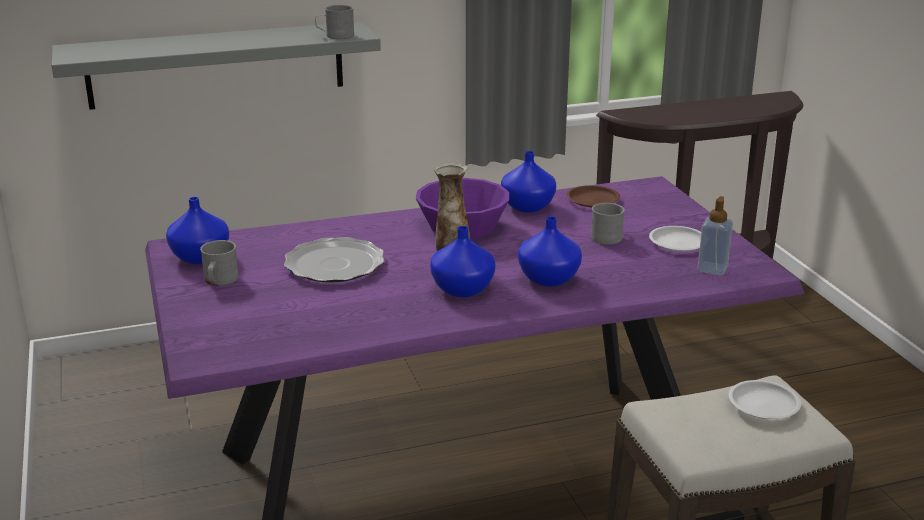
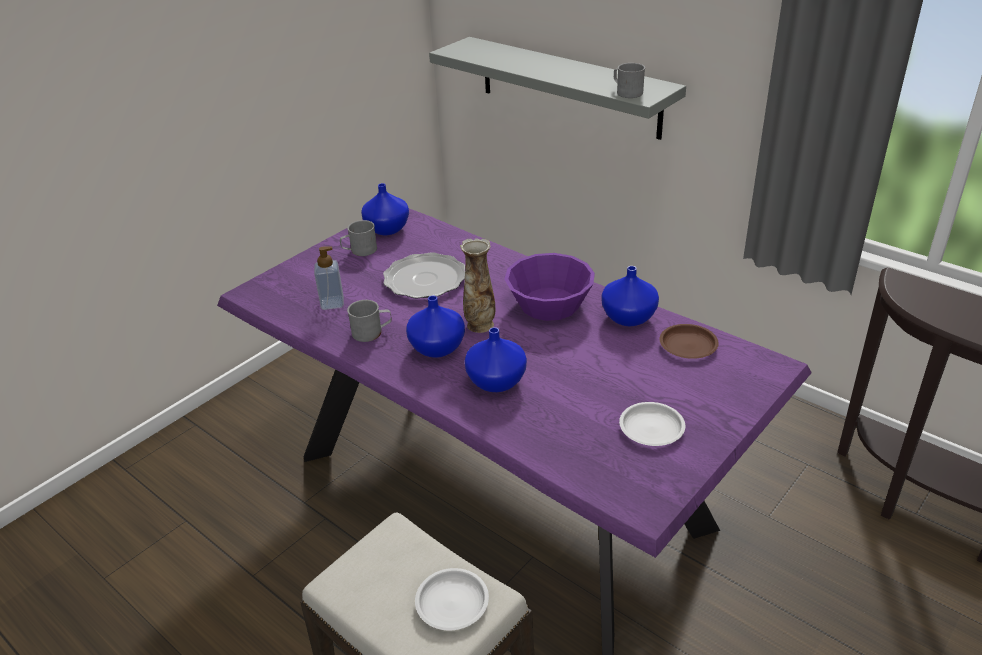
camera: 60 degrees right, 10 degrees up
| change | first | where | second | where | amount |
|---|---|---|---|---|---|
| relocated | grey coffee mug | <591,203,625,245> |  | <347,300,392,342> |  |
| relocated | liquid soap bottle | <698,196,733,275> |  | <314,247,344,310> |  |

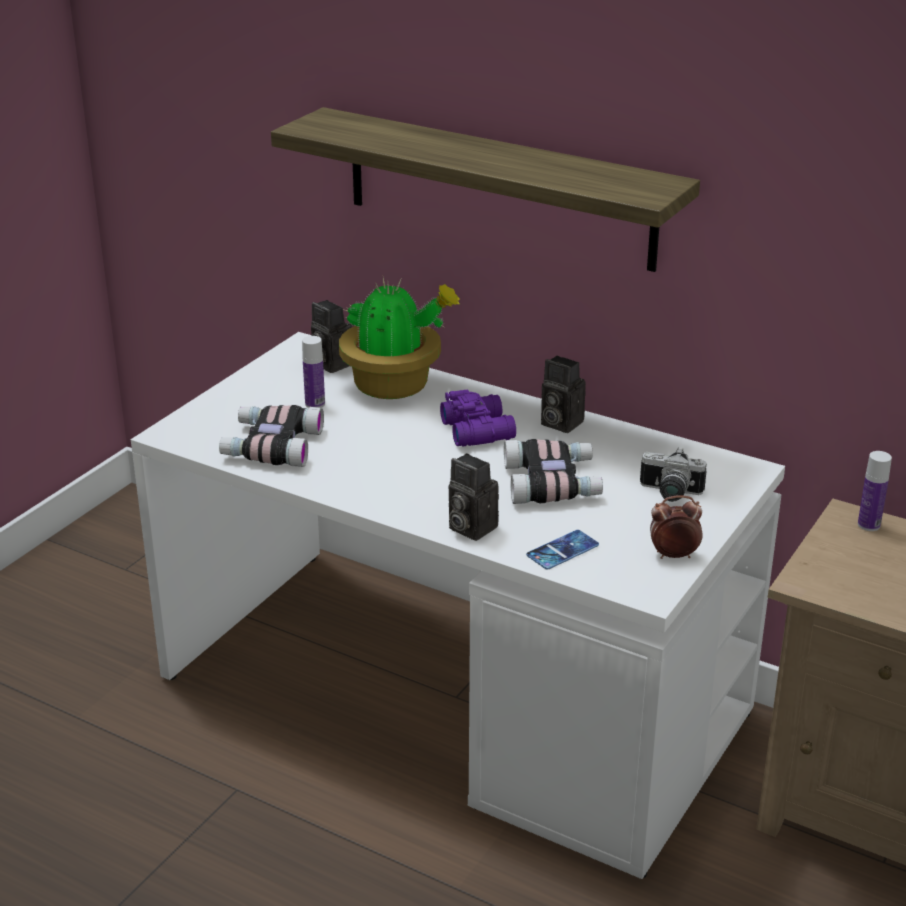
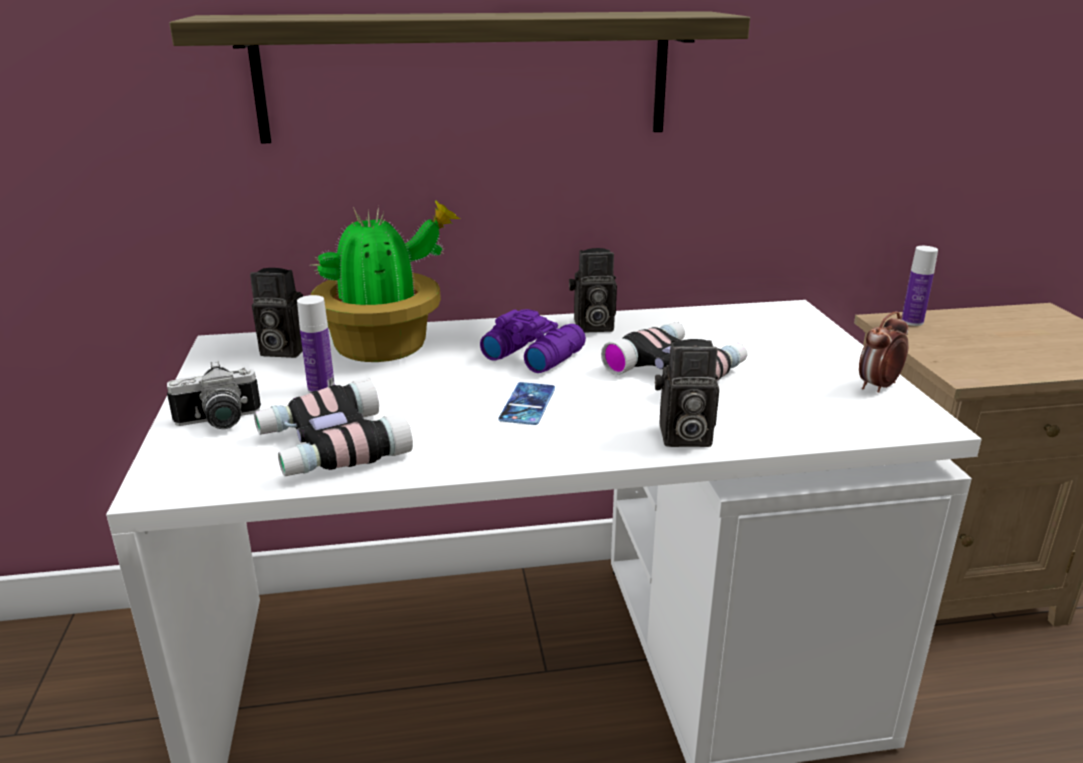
camera: 40 degrees left, 5 degrees down
| change | first | where | second | where | amount |
|---|---|---|---|---|---|
| relocated | handset | <526,530,599,570> |  | <499,382,555,425> |  |
| relocated | photo camera | <640,448,707,502> |  | <167,361,261,429> |  |

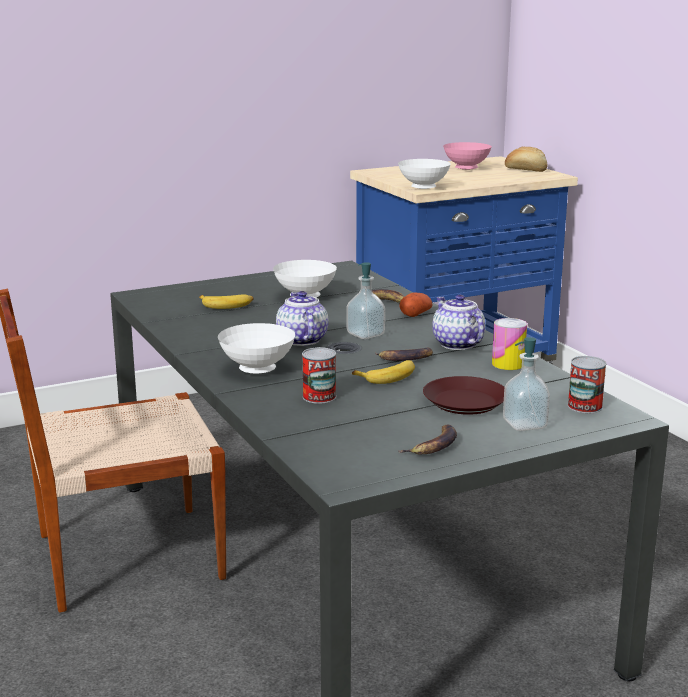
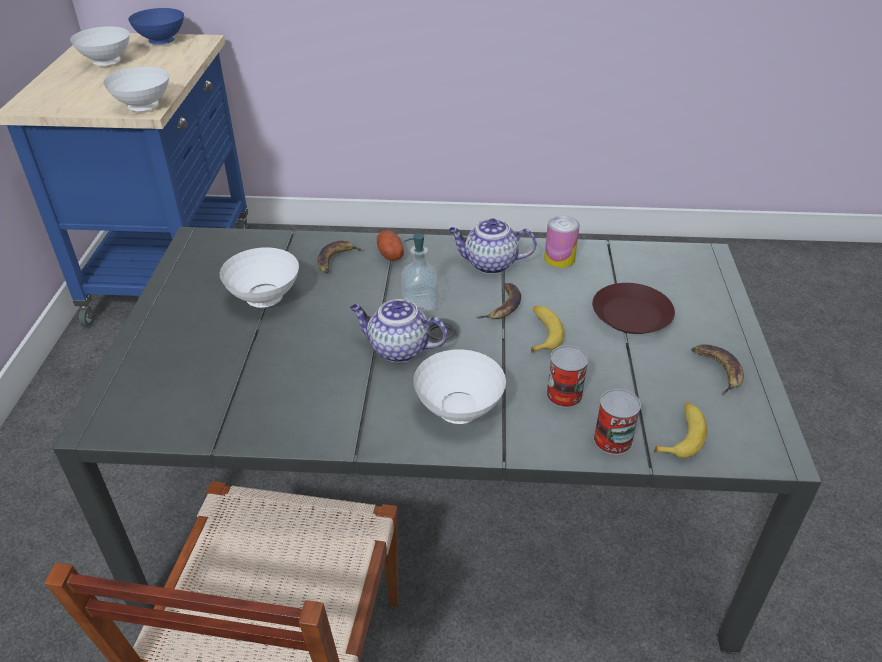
camera: 60 degrees left, 20 degrees up
| change | first | where | second | where | amount |
|---|---|---|---|---|---|
| missing | liquid soap bottle | <503,337,550,431> |  |  |  |
| relocated | banana | <199,294,254,309> |  | <654,403,707,458> |  |
| relocated | sealed can | <568,356,607,413> |  | <593,389,641,455> |  |
| exchanged | bakery bread | <505,147,548,172> | blue deep dish | <128,8,184,45> |  |
| colour | pinkish deep dish | <443,142,492,170> | white-coloured deep dish | <70,26,130,66> |  |

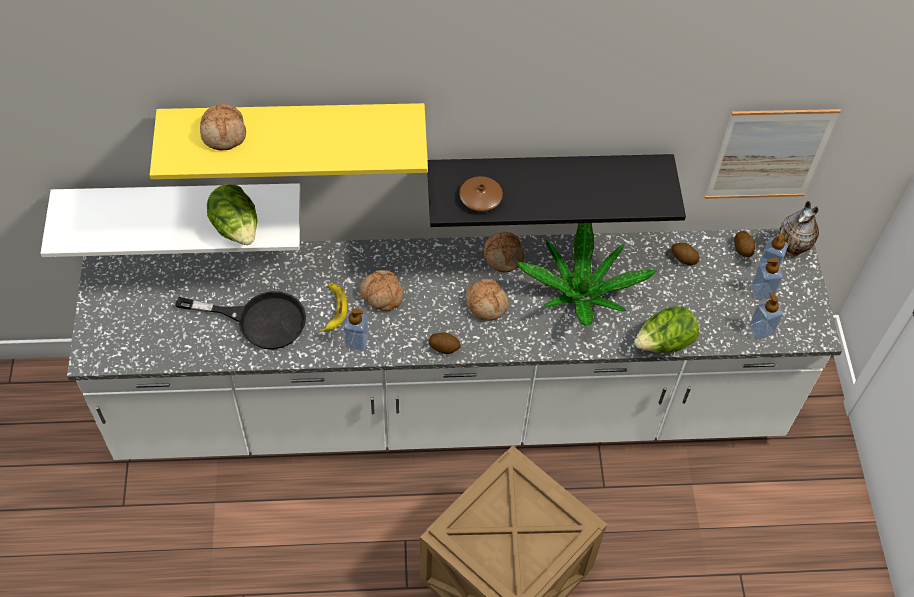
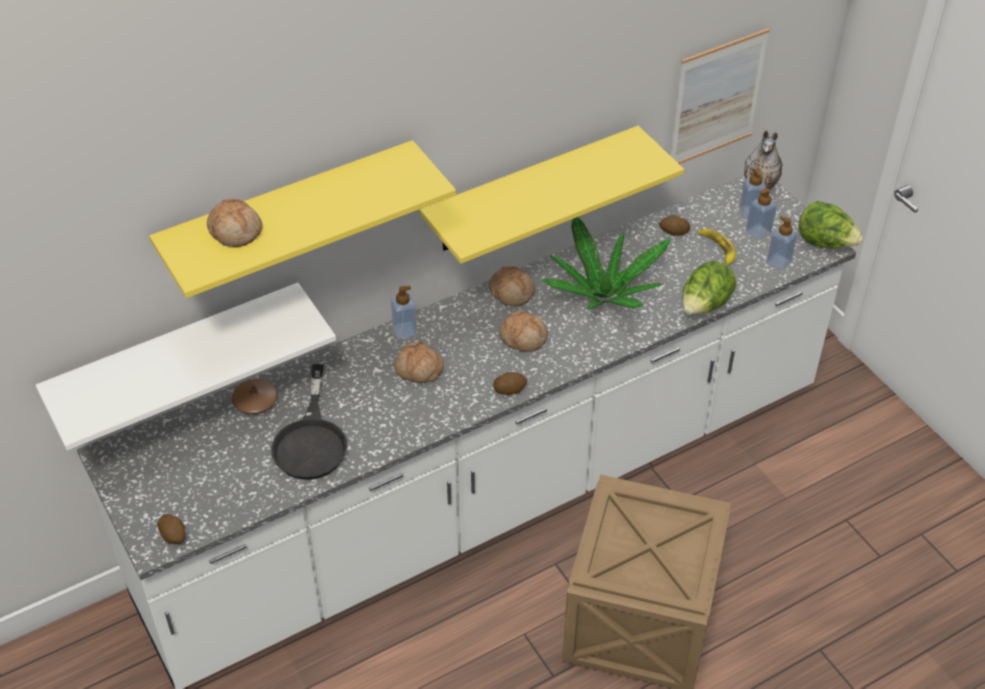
camera: 25 degrees left, 10 degrees down
| change | first | where | second | where | amount |
|---|---|---|---|---|---|
| relocated | head of lettuce | <207,184,257,245> |  | <799,201,863,249> |  |
| relocated | banana | <320,283,347,332> |  | <698,229,736,265> |  |
| relocated | liquid soap bottle | <344,308,369,351> |  | <391,286,417,339> |  |
| relocated | brown-coloured vase | <459,176,503,212> |  | <232,379,277,415> |  |
| relocated | spud | <734,231,755,257> |  | <157,514,186,544> |  |
| colour | black shelf | <427,154,686,227> | yellow-coloured shelf | <419,126,684,264> |  |
| spun | black frying pan | <175,291,306,349> |  | <271,364,348,480> | 105 degrees clockwise |

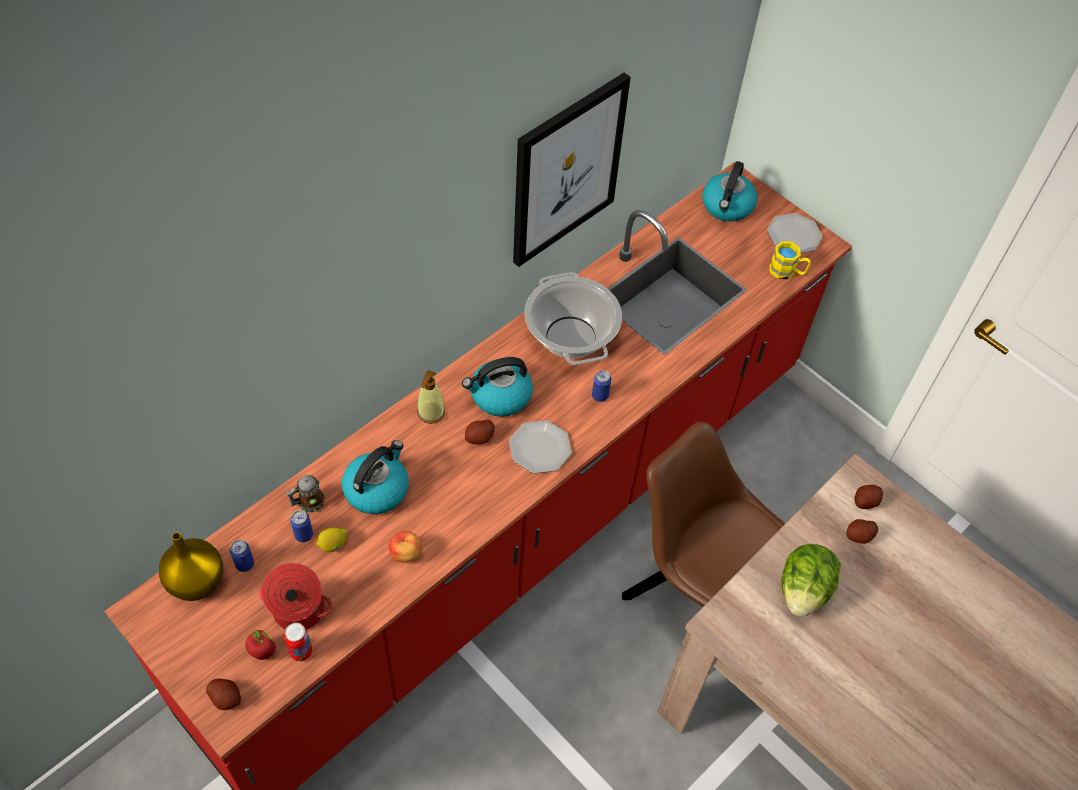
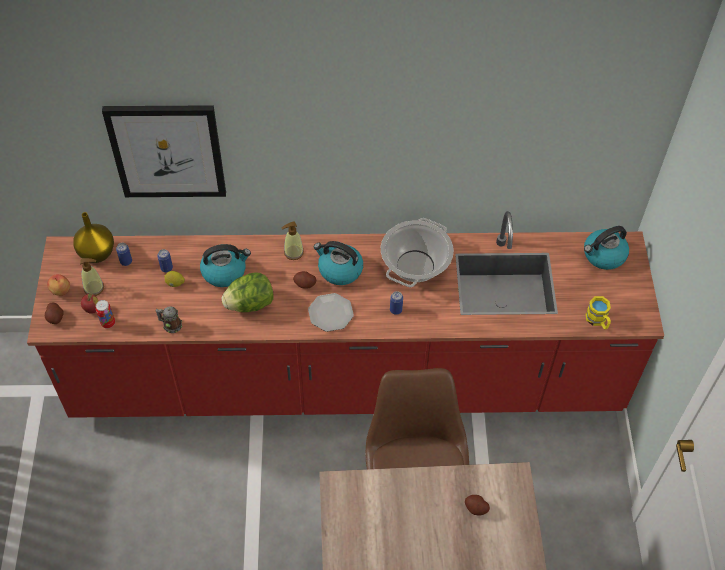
camera: 45 degrees right, 0 degrees up
| change | first | where | second | where | amount |
|---|---|---|---|---|---|
| missing | cooking pot | <260,563,332,629> |  |  |  |
| missing | flat dish | <767,213,823,253> |  |  |  |
| missing | spud | <855,485,883,509> |  |  |  |
| appeared |  |  | liquid soap bottle | <80,258,104,296> |  |
| relocated | coffee mug | <286,475,325,513> |  | <155,306,182,333> |  |
| relocated | apple fruit | <389,531,422,562> |  | <47,274,70,296> |  |
| relocated | wall picture | <513,73,631,267> |  | <102,105,226,197> |  |
| relocated | head of lettuce | <781,544,841,617> |  | <221,272,273,312> |  |

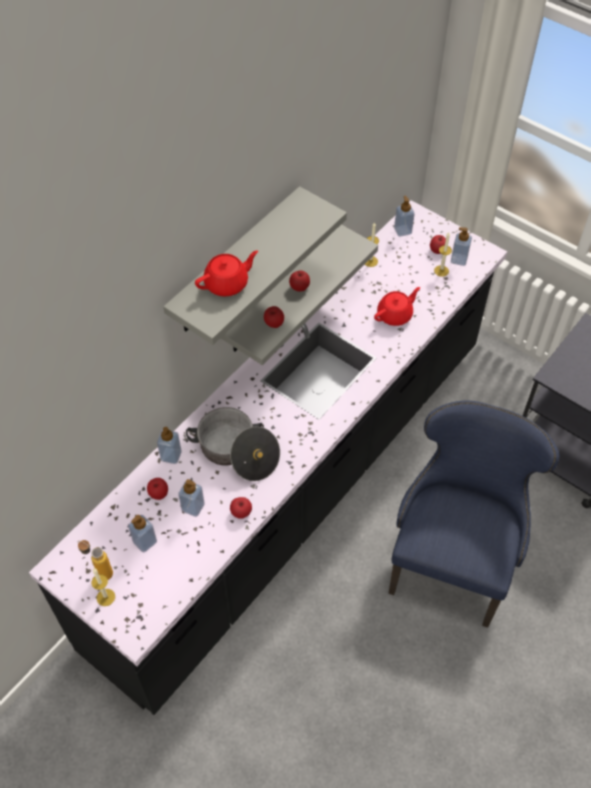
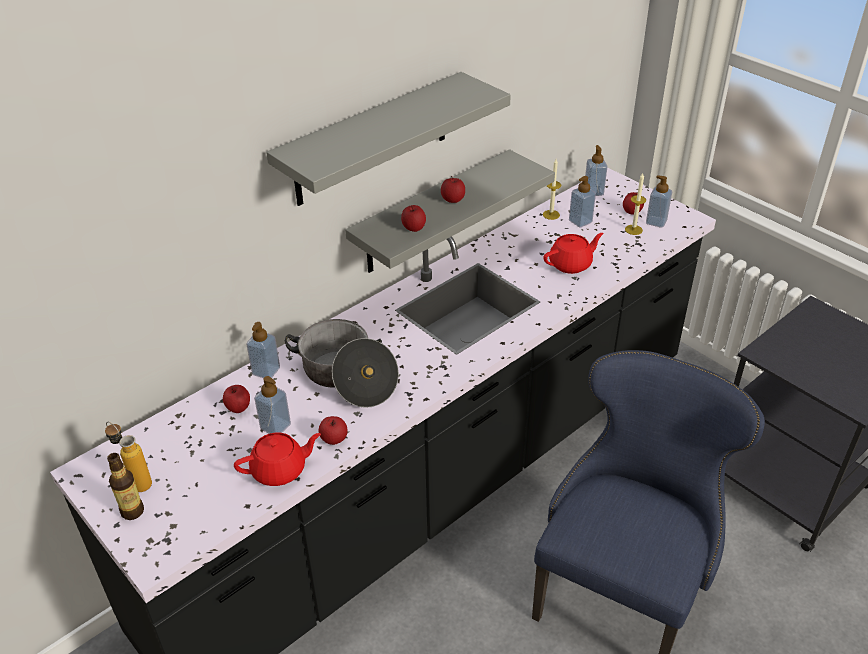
camera: 10 degrees right, 15 degrees down
| change | first | where | second | where | amount |
|---|---|---|---|---|---|
| relocated | liquid soap bottle | <128,515,157,552> |  | <569,176,596,227> |  |
| relocated | red-coloured pot for tea | <195,250,258,297> |  | <234,432,321,486> |  |
| exchanged | wax candle | <91,568,115,606> | beverage bottle | <107,453,144,520> |  |

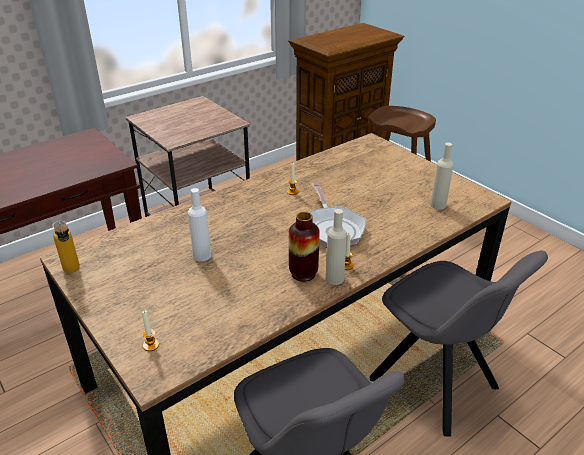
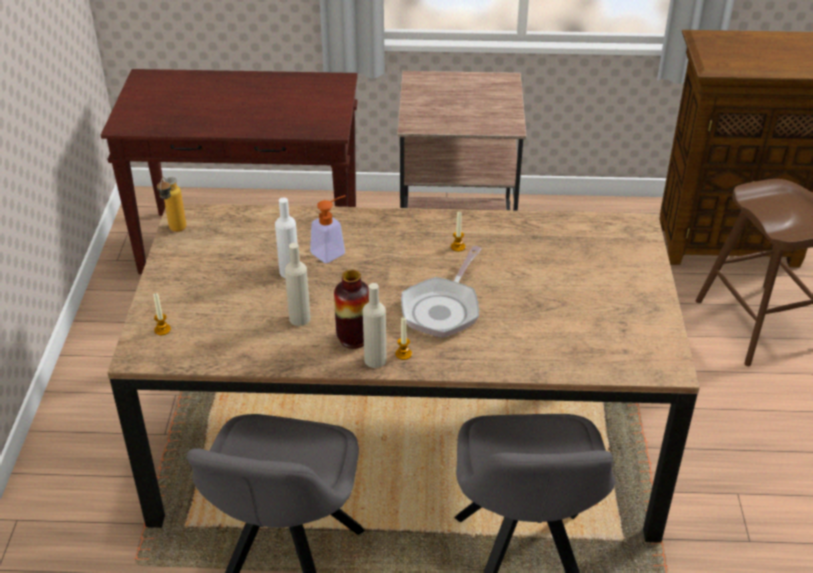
camera: 40 degrees right, 5 degrees up
| change | first | where | second | where | amount |
|---|---|---|---|---|---|
| appeared |  |  | liquid soap bottle | <310,195,346,263> |  |
| relocated | sand-coloured beverage bottle | <430,143,454,210> |  | <285,243,310,326> |  |

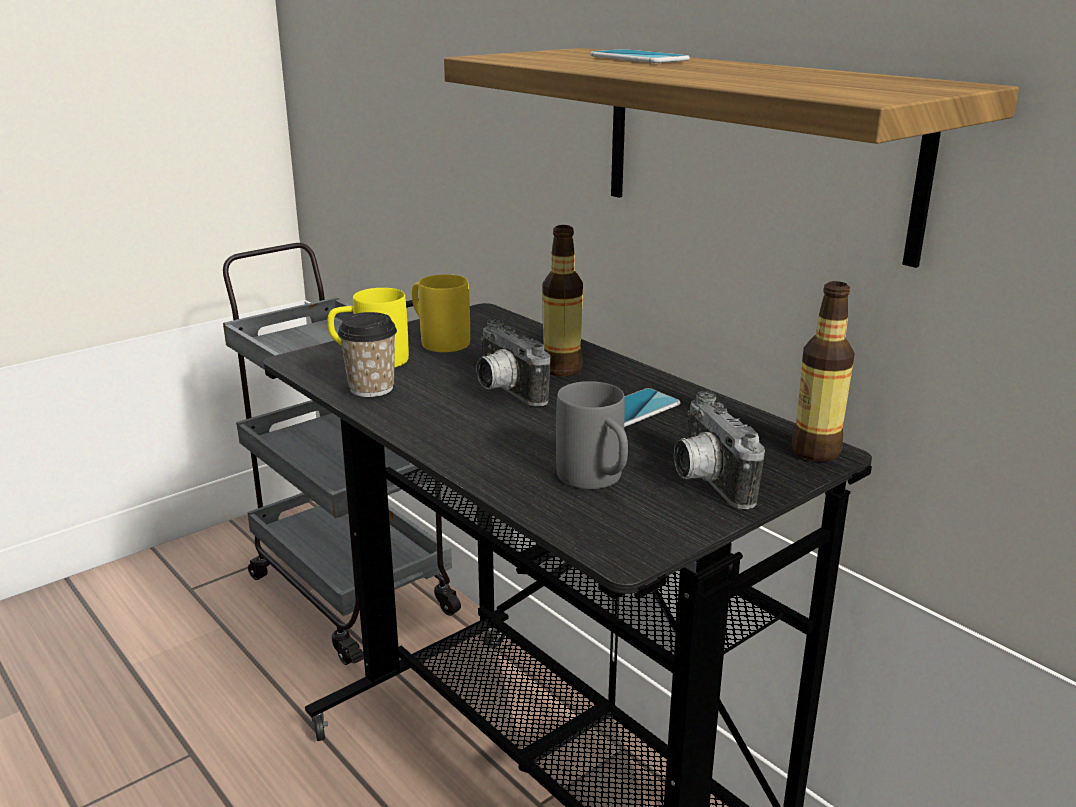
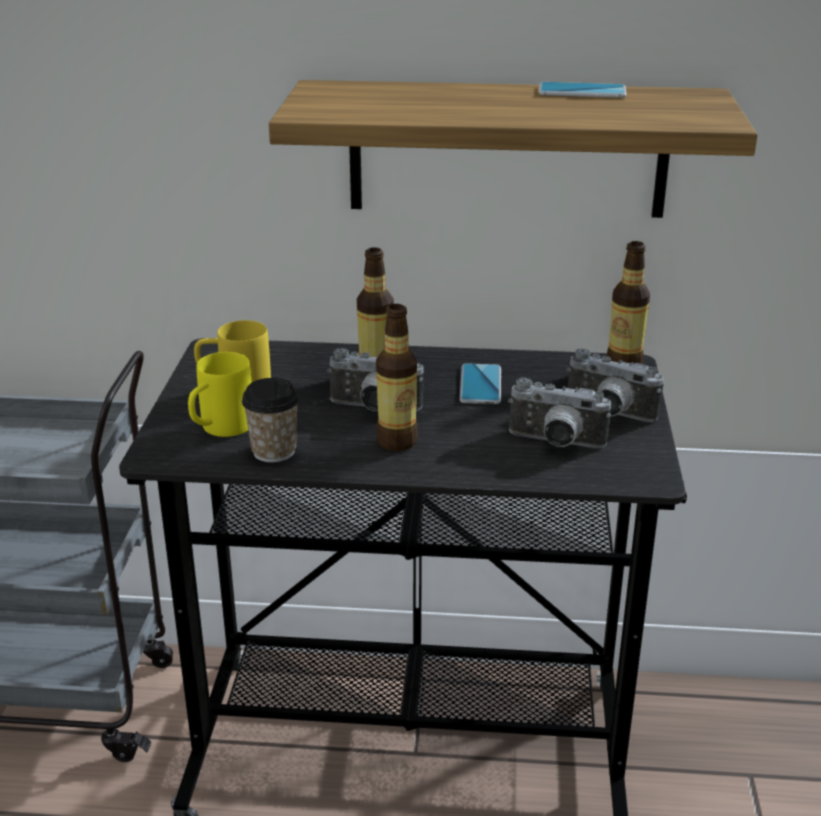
camera: 45 degrees left, 5 degrees up
| change | first | where | second | where | amount |
|---|---|---|---|---|---|
| appeared |  |  | beverage bottle | <376,304,418,451> |  |
| relocated | handset | <590,49,690,63> |  | <538,82,626,98> |  |
| exchanged | grey coffee mug | <556,381,628,489> | photo camera | <508,378,612,448> |  |

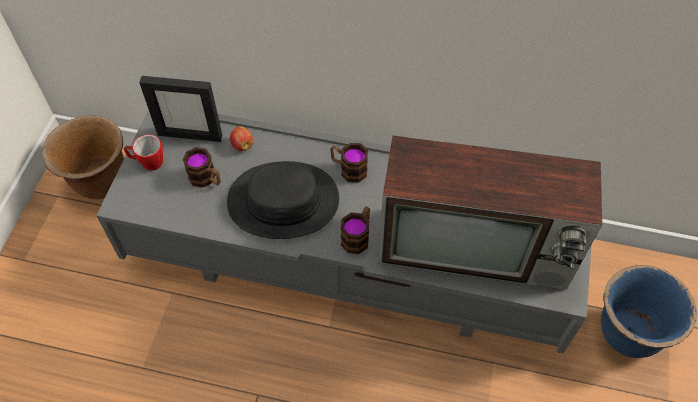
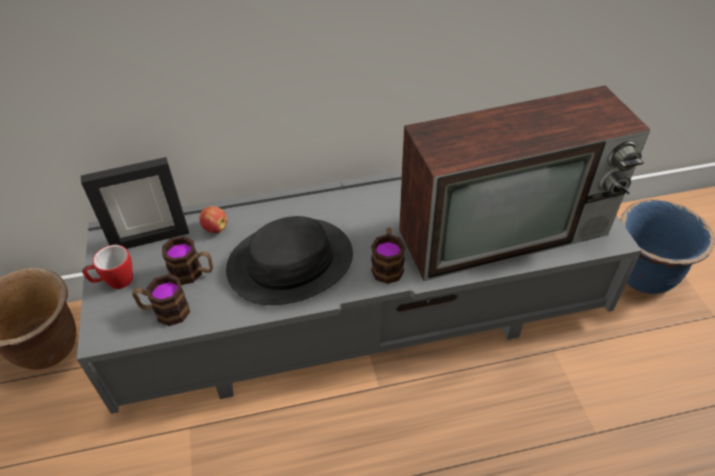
camera: 25 degrees left, 10 degrees down
| change | first | where | second | where | amount |
|---|---|---|---|---|---|
| relocated | coffee mug | <330,143,368,183> |  | <133,274,190,326> |  |

